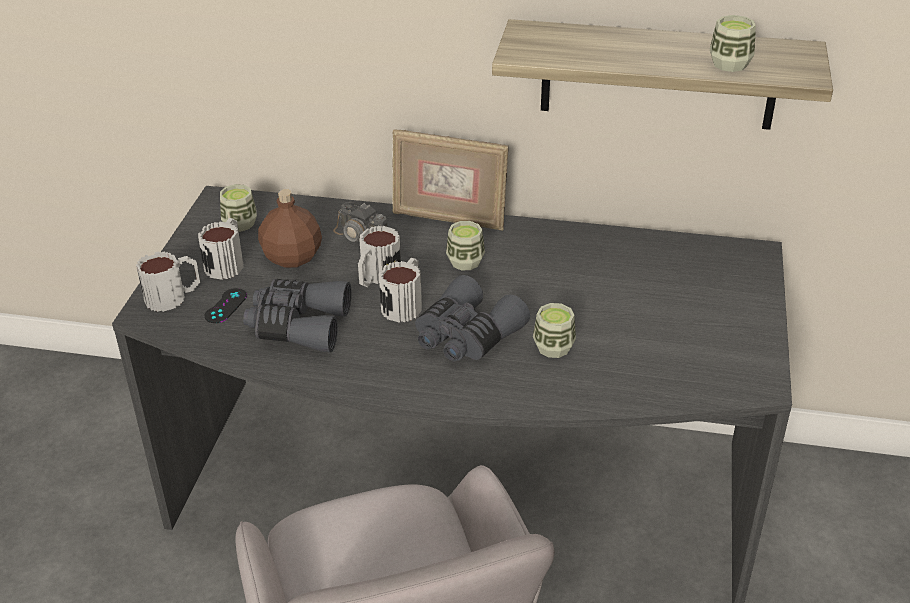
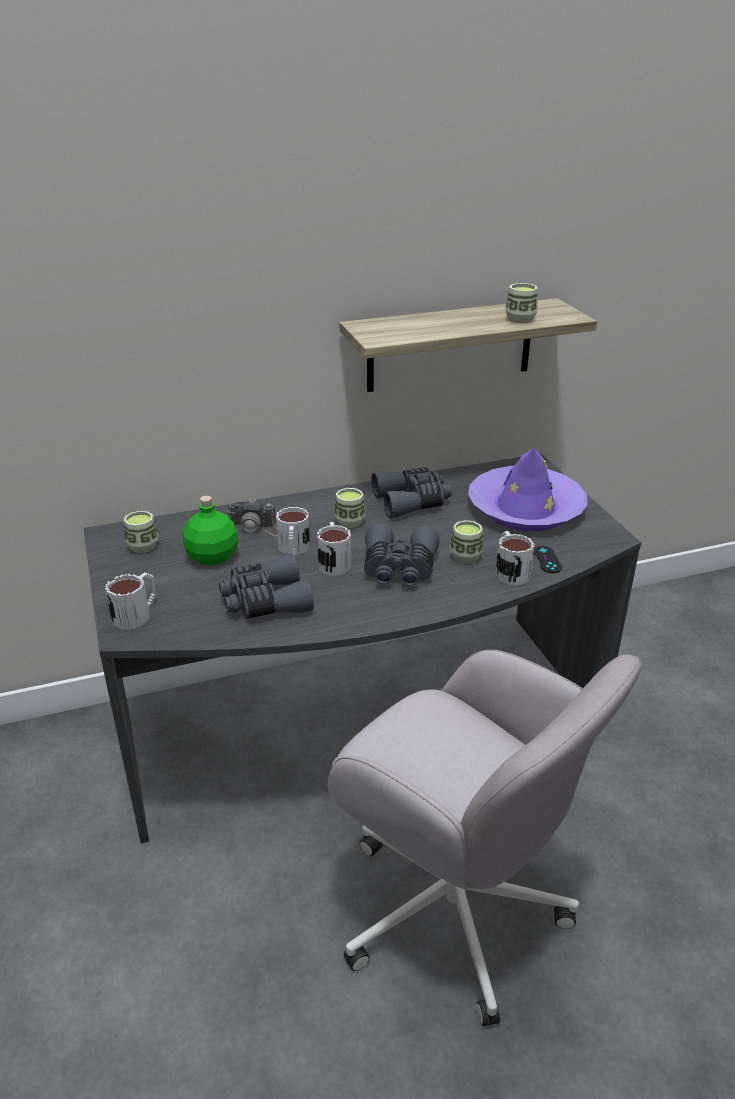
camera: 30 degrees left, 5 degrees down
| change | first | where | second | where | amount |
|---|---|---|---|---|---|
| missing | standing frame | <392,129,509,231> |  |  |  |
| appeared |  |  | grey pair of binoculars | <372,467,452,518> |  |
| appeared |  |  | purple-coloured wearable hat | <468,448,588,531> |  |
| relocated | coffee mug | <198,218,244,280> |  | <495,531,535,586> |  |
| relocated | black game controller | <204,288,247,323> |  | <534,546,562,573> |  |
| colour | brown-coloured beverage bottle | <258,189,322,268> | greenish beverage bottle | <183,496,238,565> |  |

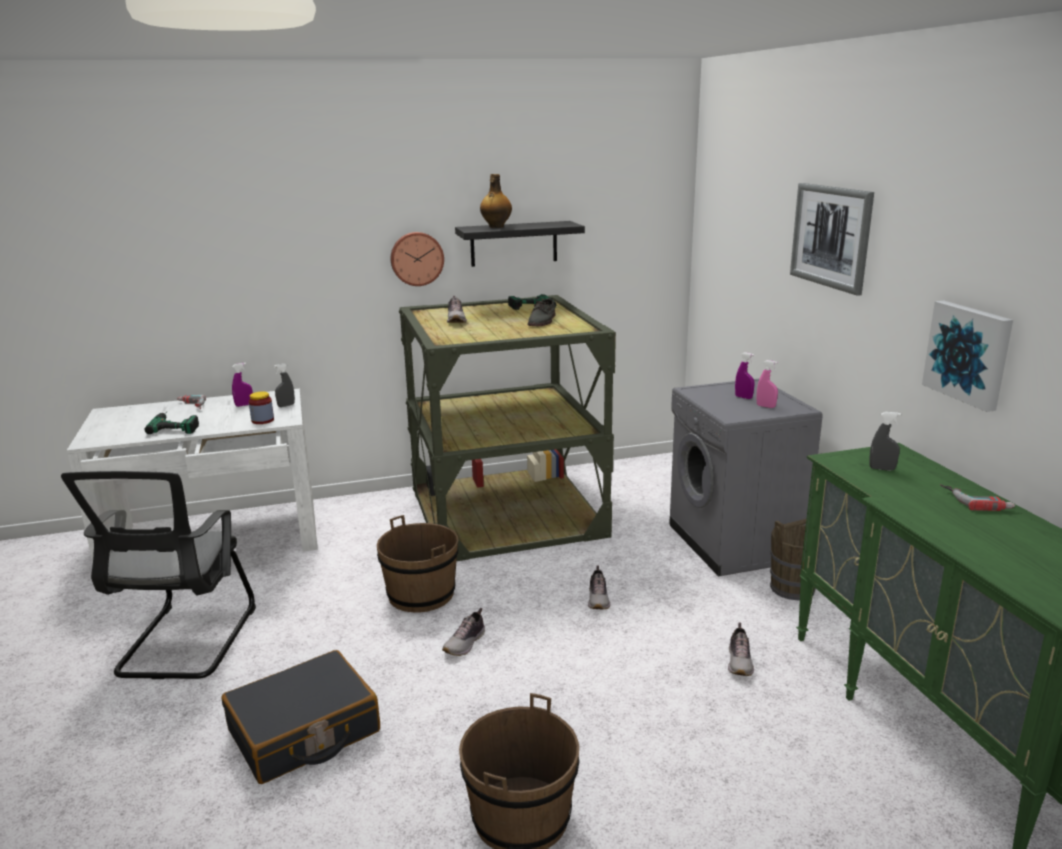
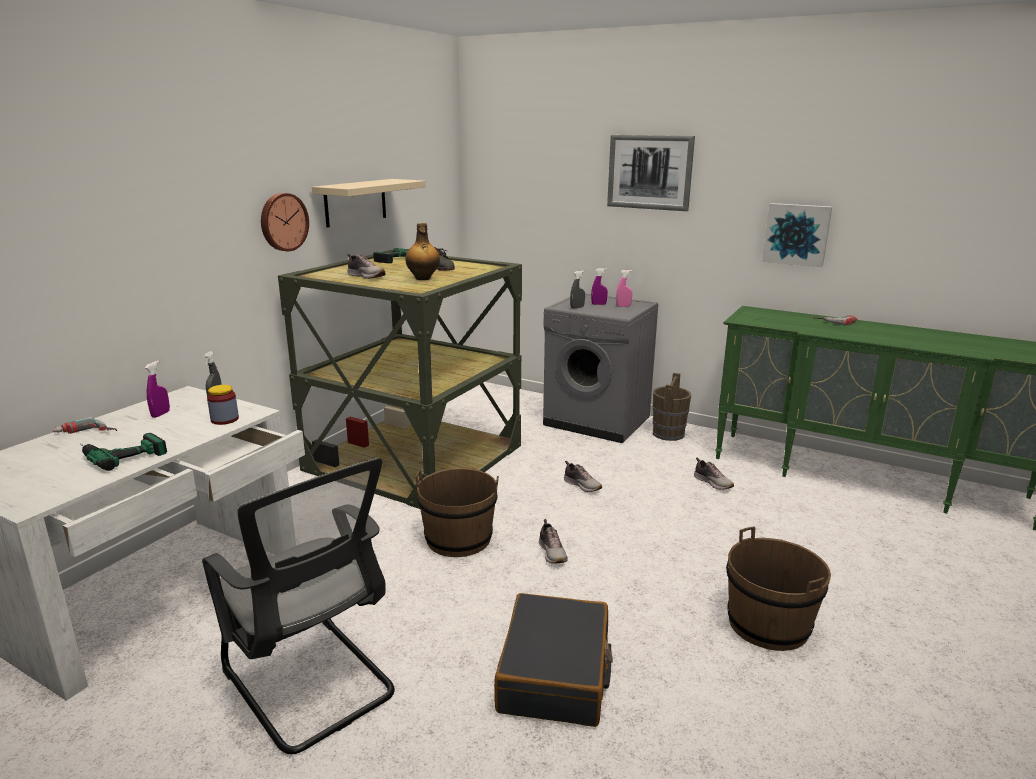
camera: 45 degrees left, 0 degrees up
| change | first | where | second | where | amount |
|---|---|---|---|---|---|
| relocated | beverage bottle | <480,174,512,228> |  | <405,223,440,280> |  |
| relocated | grey sprayer | <869,412,901,471> |  | <570,271,585,309> |  |
| colour | black shelf | <455,221,585,267> | sand-coloured shelf | <312,179,426,227> |  |

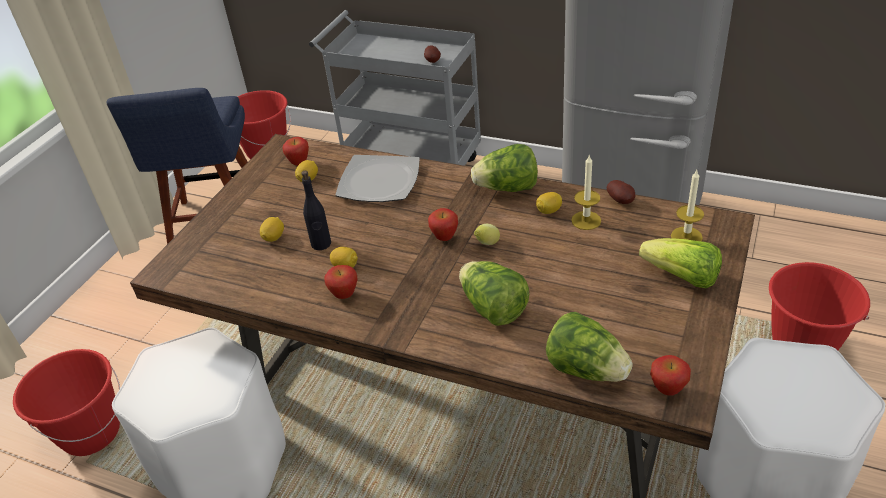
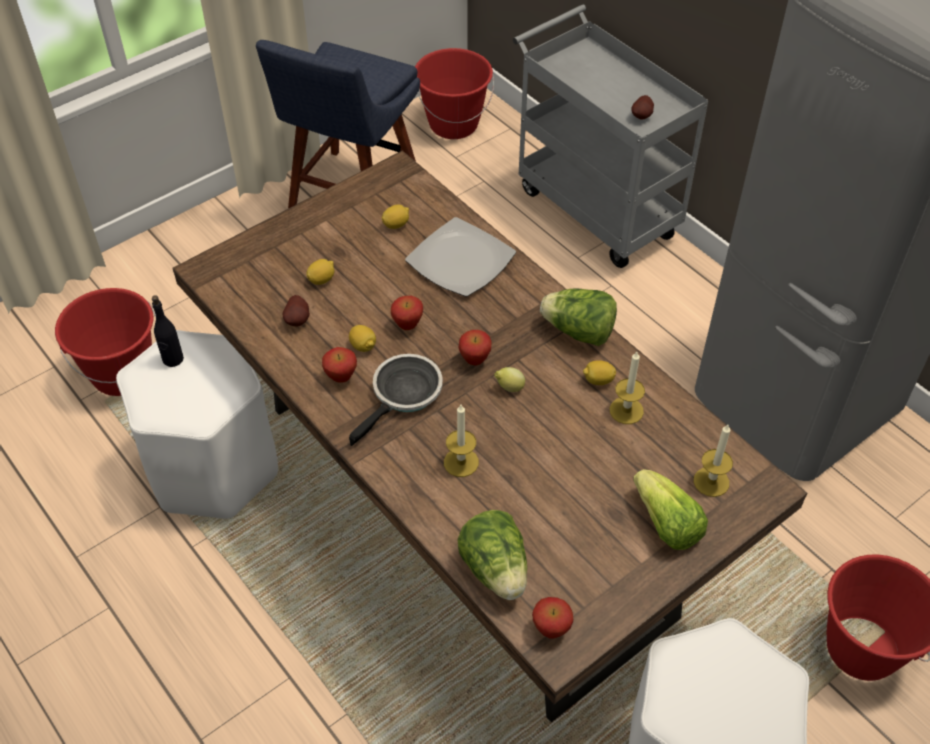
camera: 25 degrees right, 10 degrees up
| change | first | where | second | where | amount |
|---|---|---|---|---|---|
| appeared |  |  | frying pan | <349,354,443,446> |  |
| relocated | apple fruit | <282,137,309,166> |  | <391,296,423,330> |  |
| relocated | black beverage bottle | <301,171,331,250> |  | <152,295,184,367> |  |
| relocated | spud | <607,180,635,204> |  | <283,295,310,326> |  |
| exchanged | head of lettuce | <459,261,529,326> | wax candle | <444,405,479,477> |  |

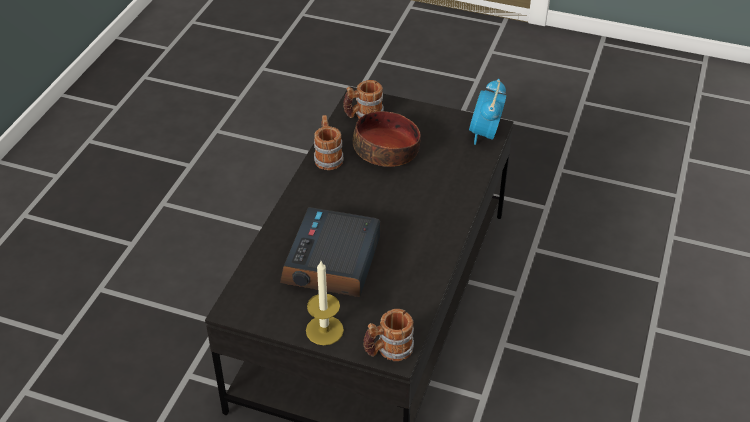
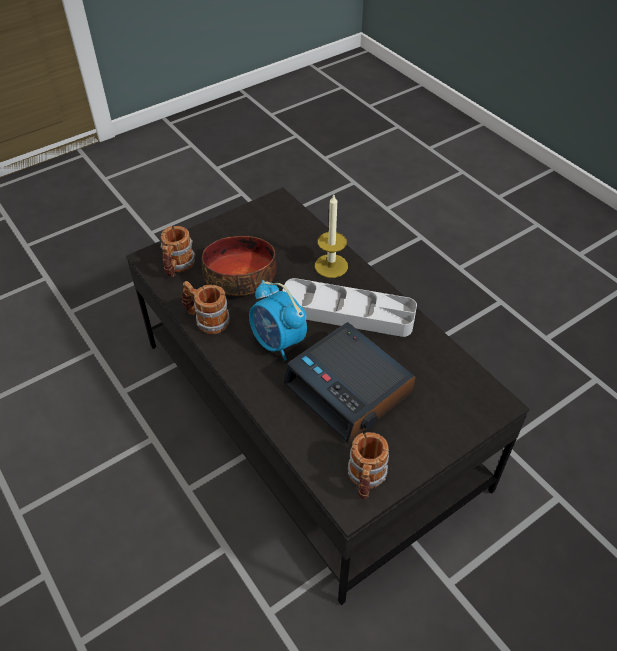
camera: 55 degrees left, 5 degrees up
| change | first | where | second | where | amount |
|---|---|---|---|---|---|
| appeared |  |  | grey carrying tray | <282,278,417,337> |  |
| relocated | wax candle | <306,261,344,345> |  | <315,195,348,278> |  |
| relocated | coffee mug | <363,309,414,361> |  | <348,432,389,499> |  |
| relocated | bedside clock | <469,79,506,145> |  | <249,280,307,360> |  |

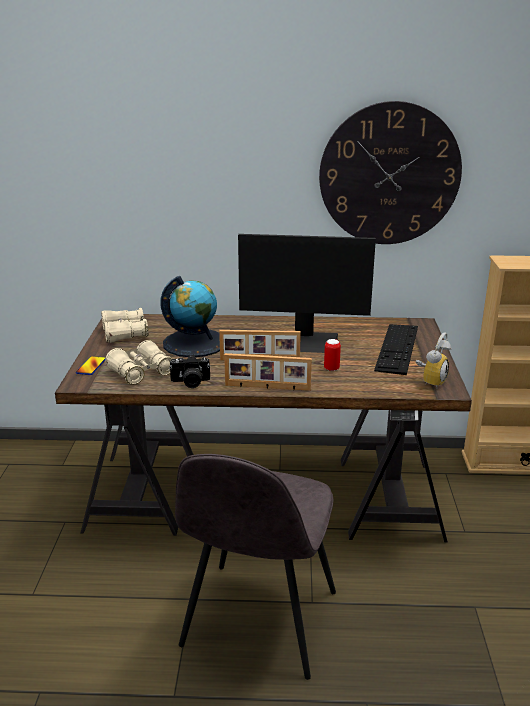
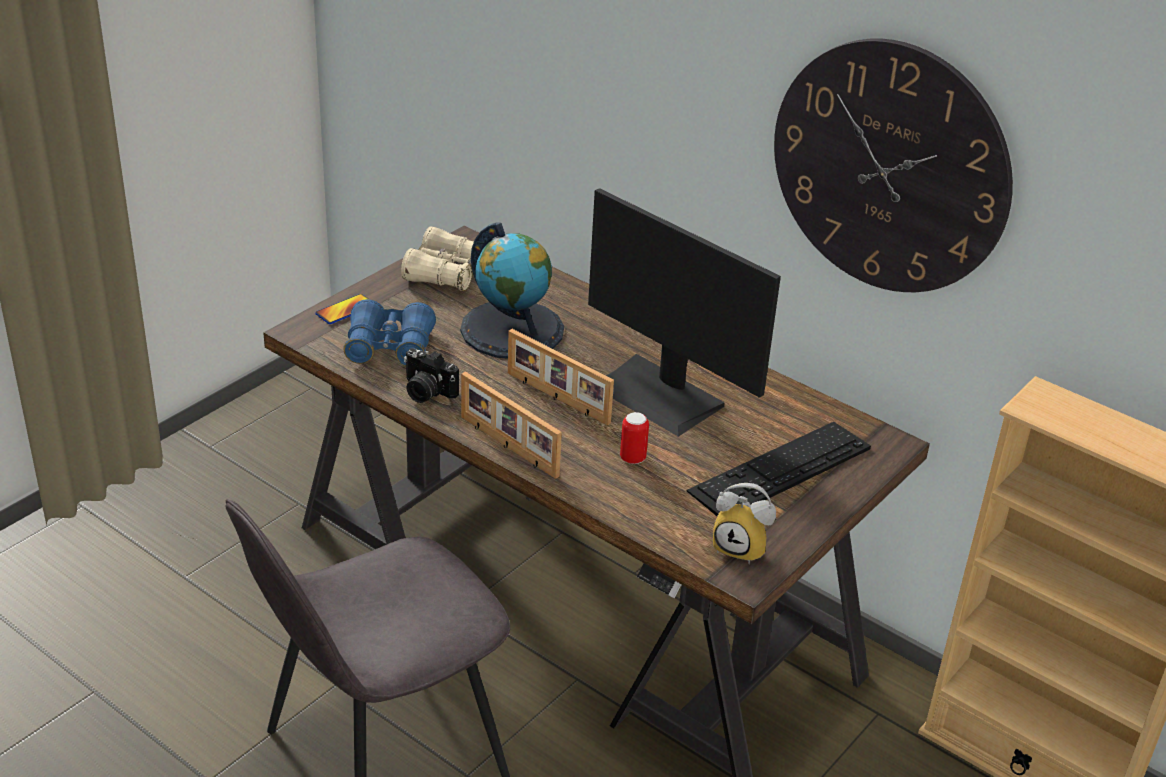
camera: 35 degrees right, 10 degrees up
| change | first | where | second | where | amount |
|---|---|---|---|---|---|
| colour | sand-coloured pair of binoculars | <105,340,173,385> | blue pair of binoculars | <343,299,436,366> |  |
| spun | bedside clock | <416,333,452,387> |  | <713,483,776,564> | 45 degrees clockwise |

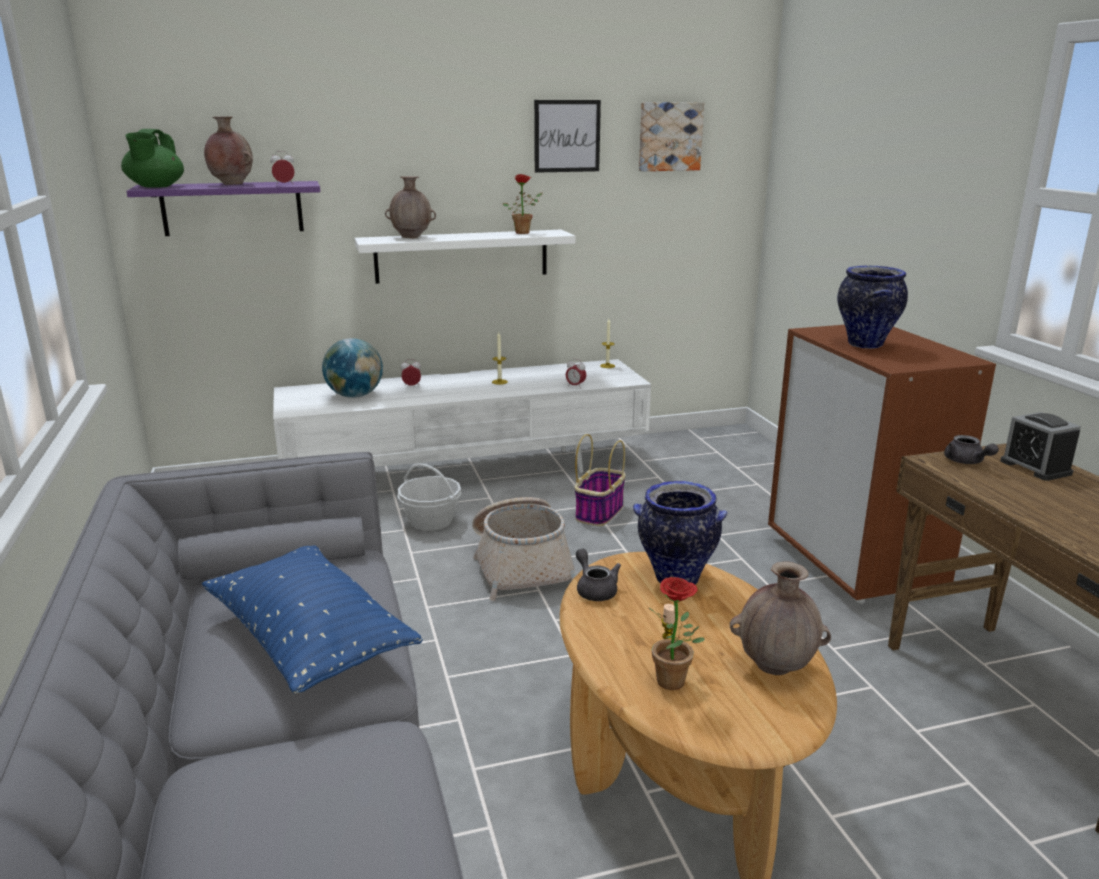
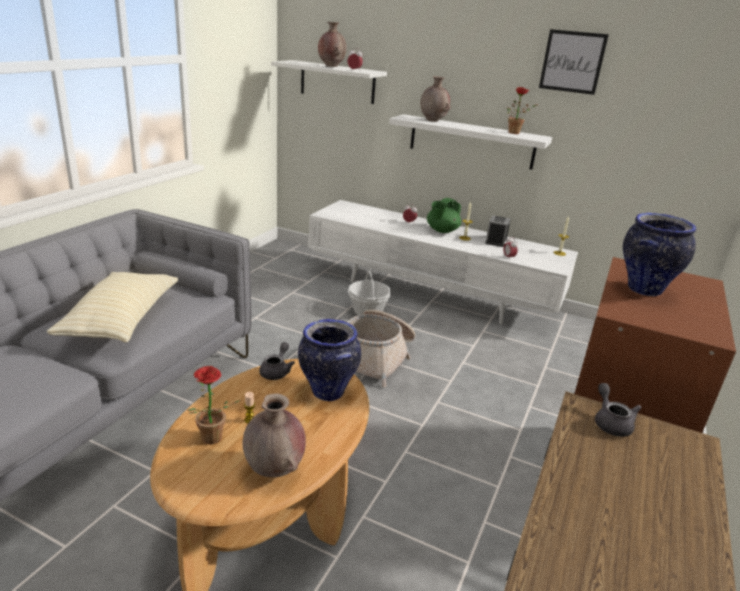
camera: 40 degrees right, 5 degrees up
| change | first | where | second | where | amount |
|---|---|---|---|---|---|
| missing | globe | <322,338,383,398> |  |  |  |
| missing | household basket | <574,434,626,526> |  |  |  |
| missing | wall picture | <639,102,704,172> |  |  |  |
| relocated | greenish pot for tea | <121,129,184,188> |  | <427,198,461,233> |  |
| relocated | bedside clock | <1000,412,1081,481> |  | <485,215,511,247> |  |
| colour | purple-coloured shelf | <127,181,320,236> | white-coloured shelf | <271,60,387,104> |  |
| colour | blue pillow | <202,546,423,693> | sand-coloured pillow | <46,272,178,343> |  |
| spun | grey pot for tea | <944,435,999,464> |  | <595,383,642,437> | 150 degrees clockwise |

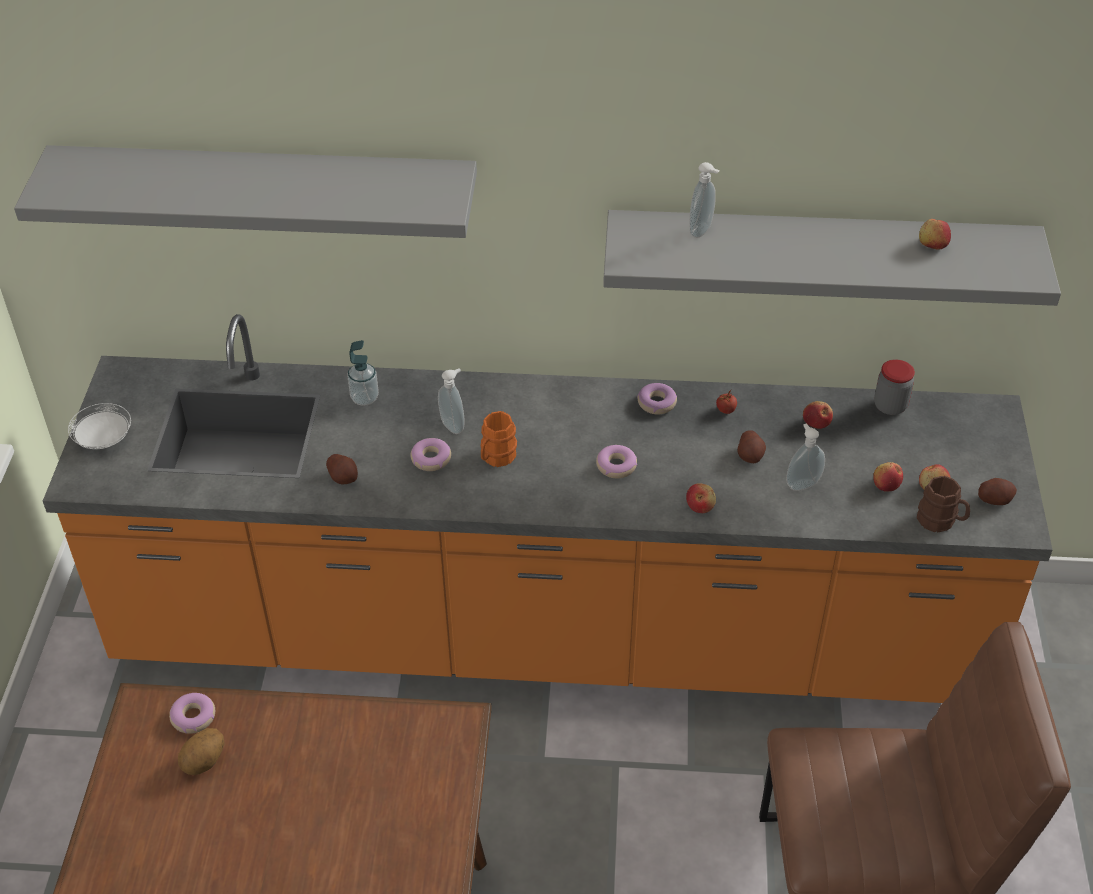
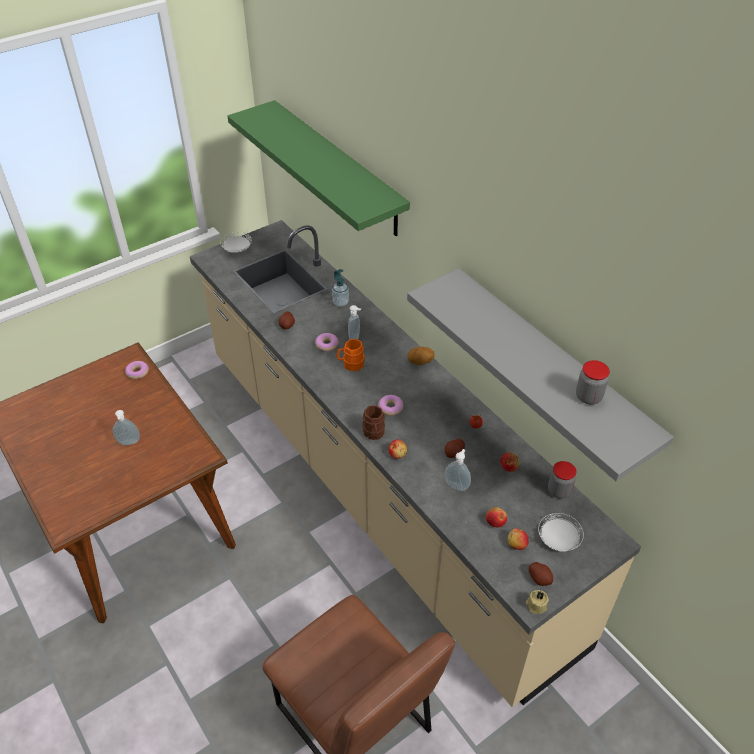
camera: 50 degrees right, 0 degrees up
| change | first | where | second | where | amount |
|---|---|---|---|---|---|
| missing | donut | <637,383,677,414> |  |  |  |
| appeared |  |  | sand-coloured wax candle | <526,590,549,614> |  |
| appeared |  |  | white-coloured flat dish | <538,513,584,552> |  |
| relocated | spud | <178,728,225,775> |  | <407,347,435,365> |  |
| relocated | liquid soap bottle | <690,162,720,238> |  | <113,410,140,445> |  |
| relocated | brown-coloured coffee mug | <917,476,970,532> |  | <362,405,385,440> |  |
| exchanged | apple fruit | <919,219,951,250> | jar | <576,360,610,405> |  |
| colour | grey shelf | <14,145,477,238> | greenish shelf | <227,100,410,236> |  |
| colour | orange-coloured counter | <43,314,1053,703> | sand-coloured counter | <190,220,641,707> |  |

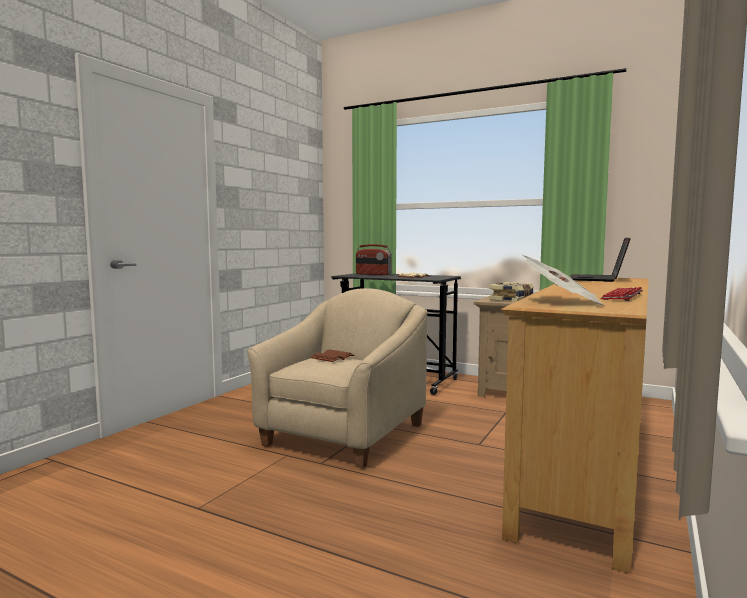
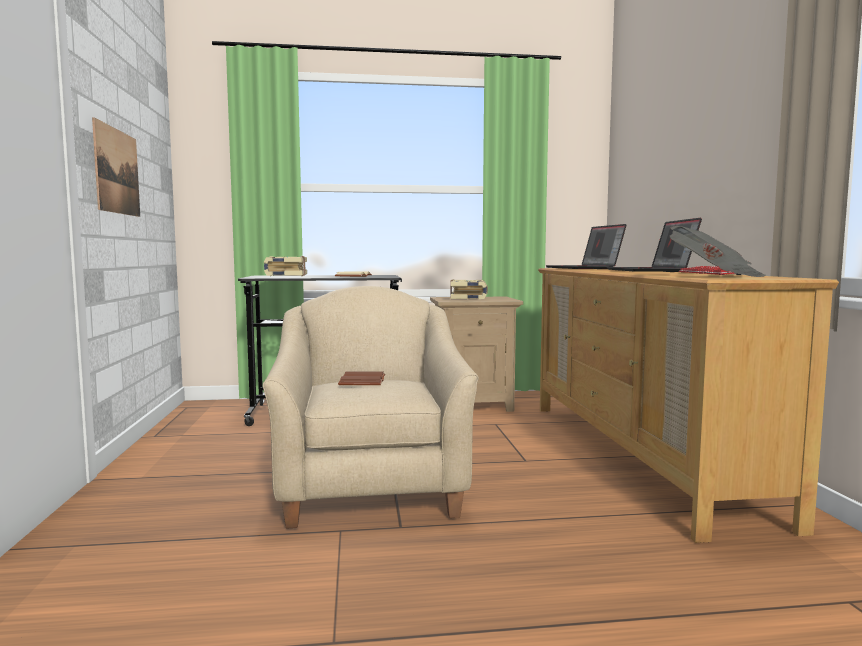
camera: 35 degrees left, 0 degrees up
| change | first | where | second | where | amount |
|---|---|---|---|---|---|
| appeared |  |  | wall picture | <92,117,140,217> |  |
| appeared |  |  | laptop | <607,218,702,272> |  |
| exchanged | radio set | <356,244,392,275> | bound book | <264,256,307,276> |  |

